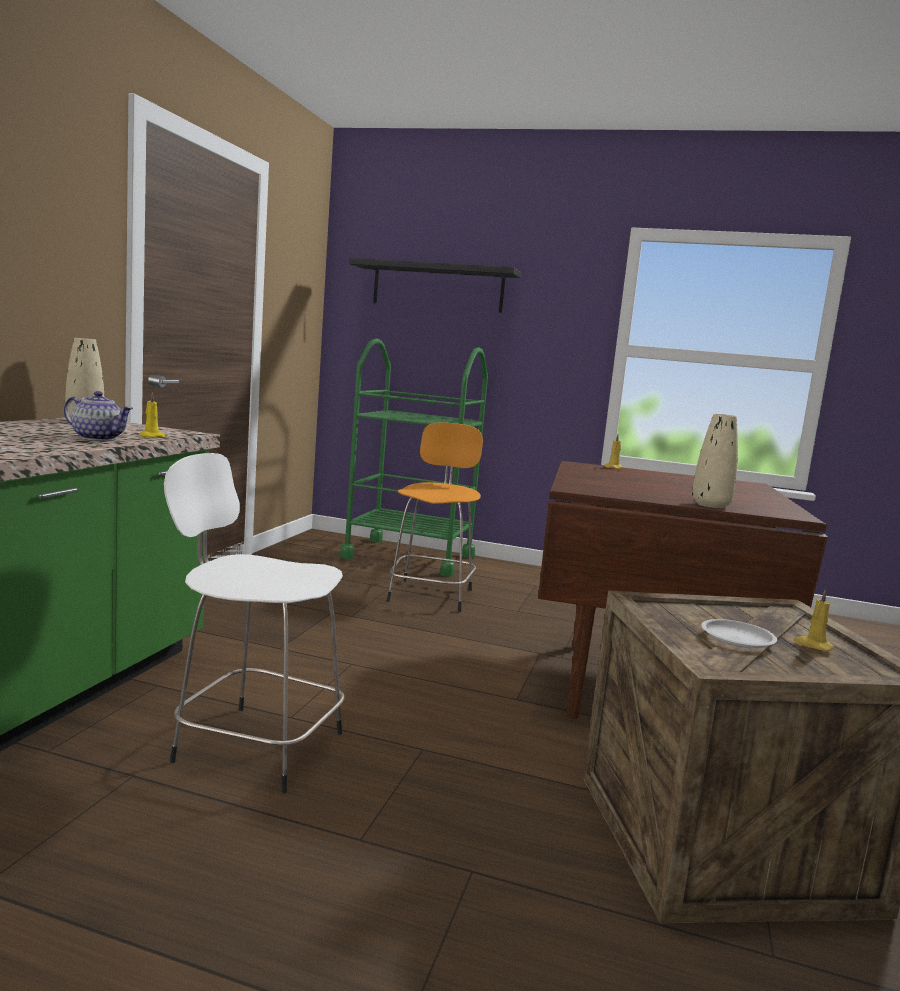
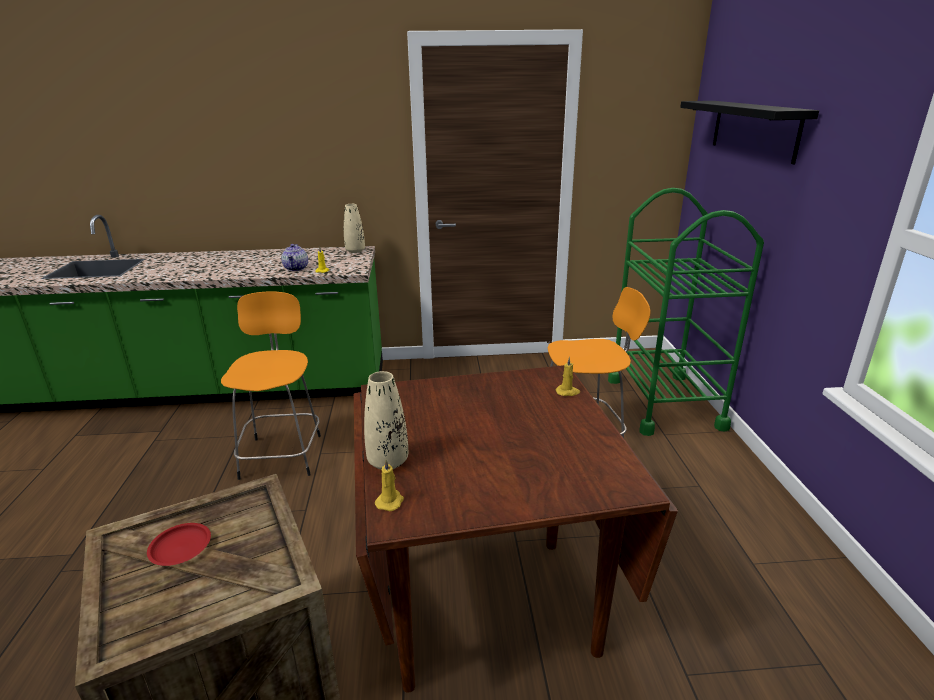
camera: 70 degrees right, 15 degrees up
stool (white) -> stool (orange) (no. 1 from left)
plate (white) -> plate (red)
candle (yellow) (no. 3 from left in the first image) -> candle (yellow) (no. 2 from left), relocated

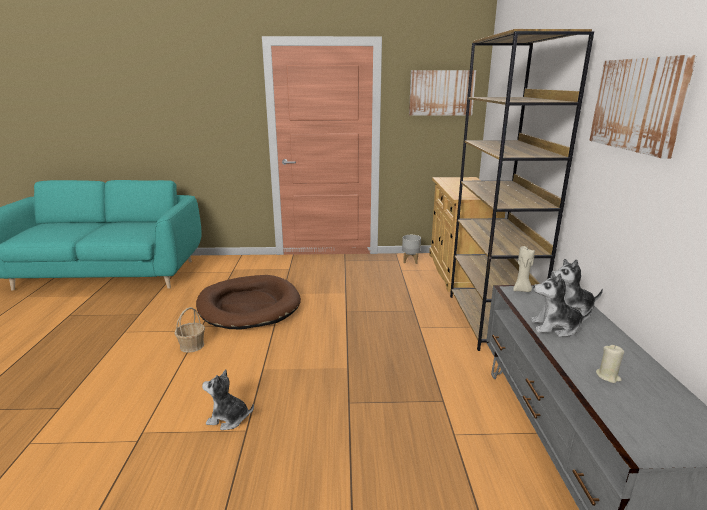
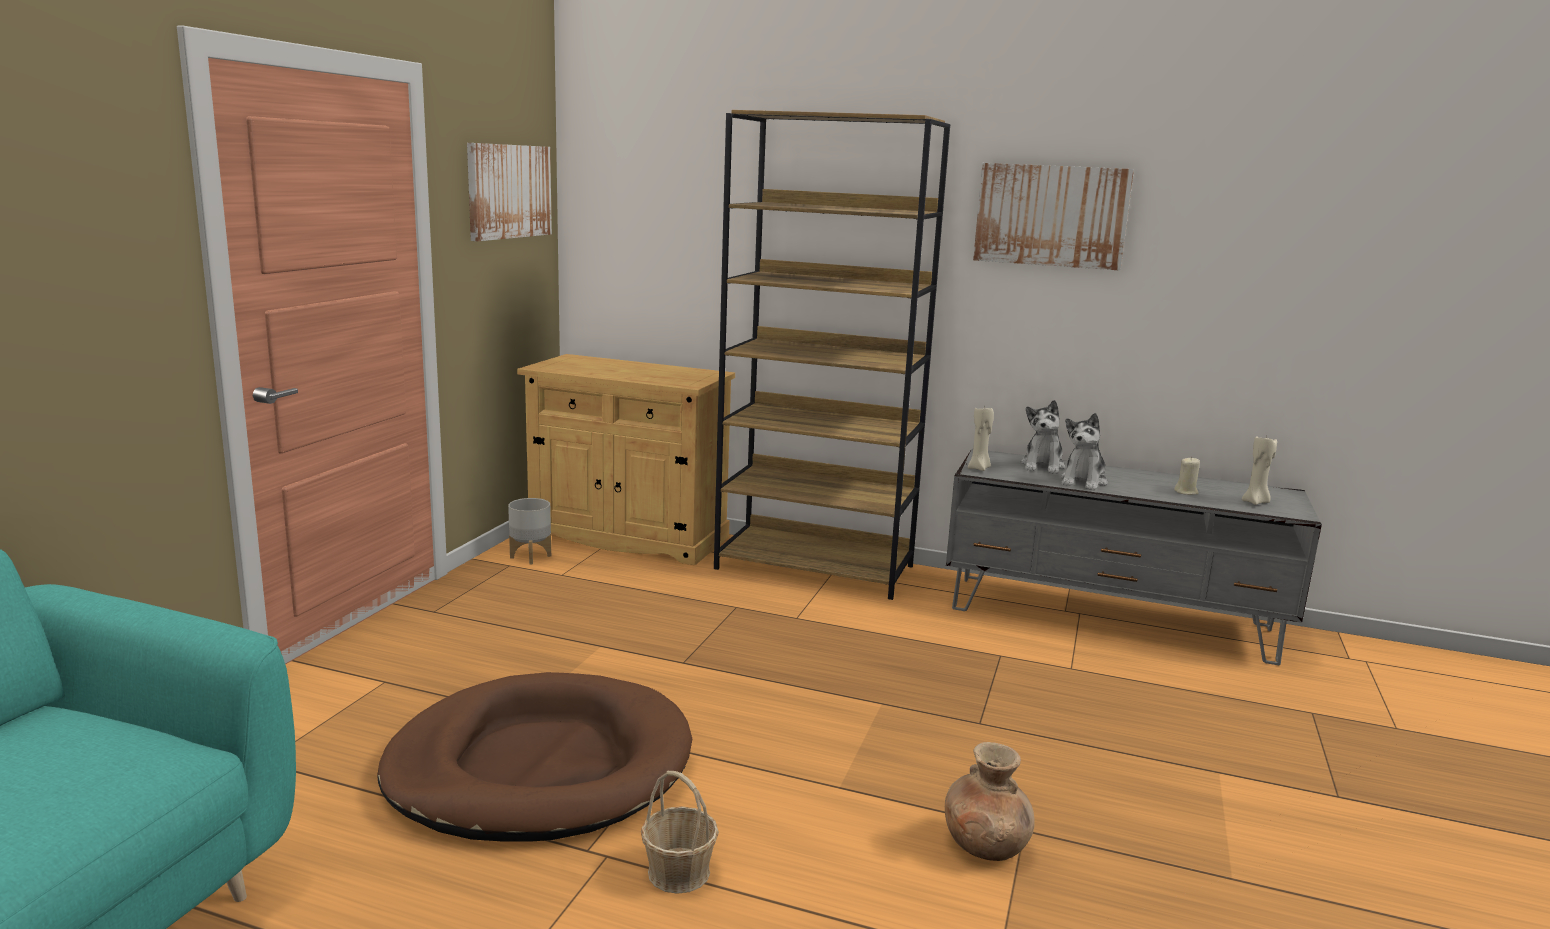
camera: 70 degrees left, 5 degrees down
plush toy (no. 1 from left) -> vase (brown)
none -> candle (beige) (no. 3 from left)

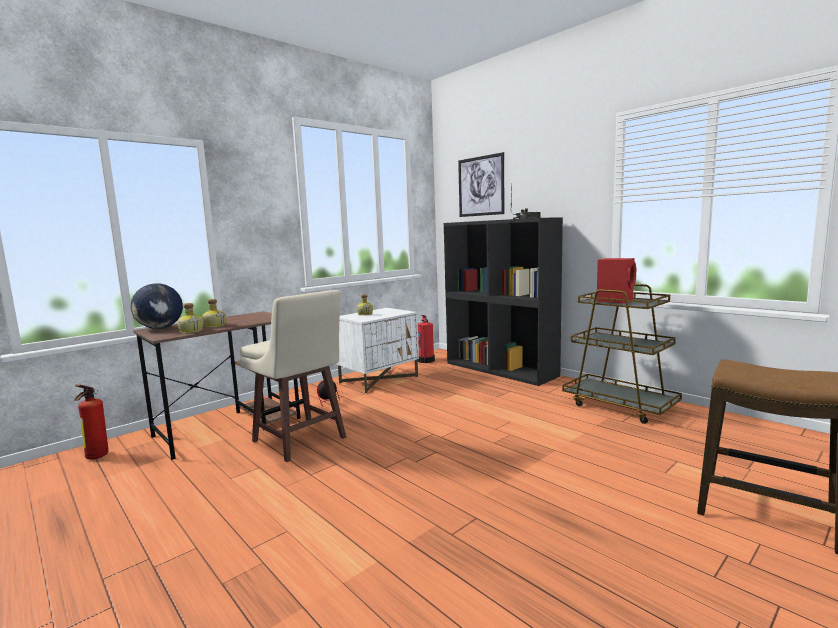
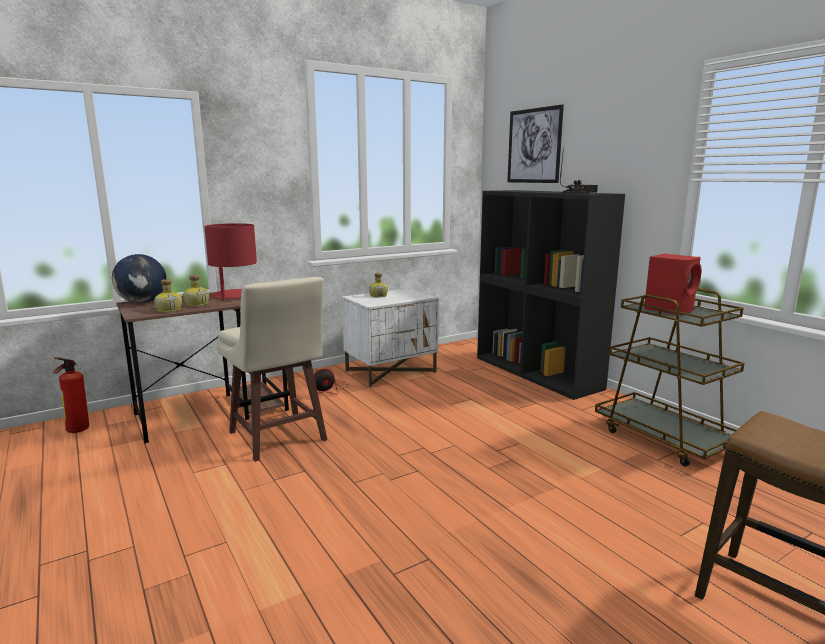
camera: 10 degrees right, 5 degrees up
fire extinguisher (no. 2 from left) -> none
none -> table lamp (red)

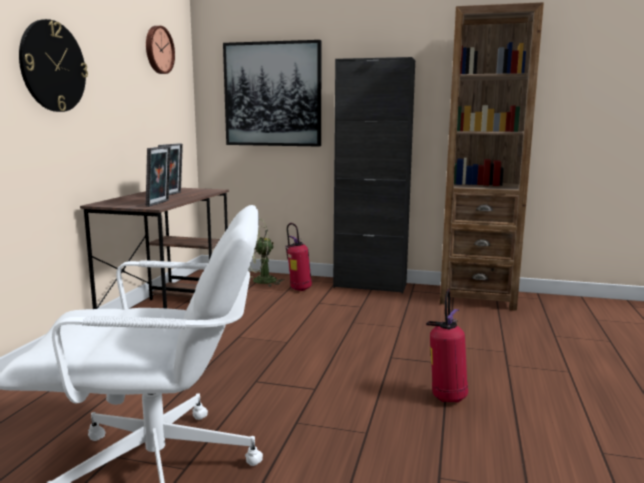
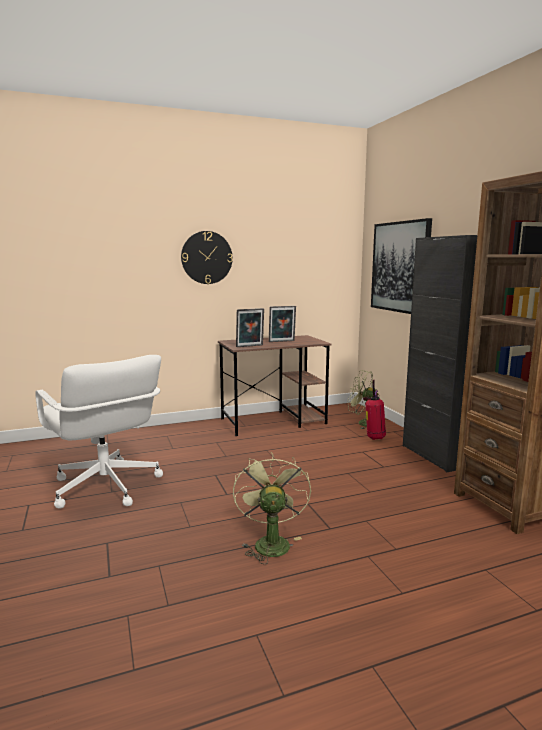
camera: 55 degrees right, 0 degrees up
wall clock (no. 2 from left) -> none
fire extinguisher (no. 2 from left) -> fan (green) (no. 1 from left)

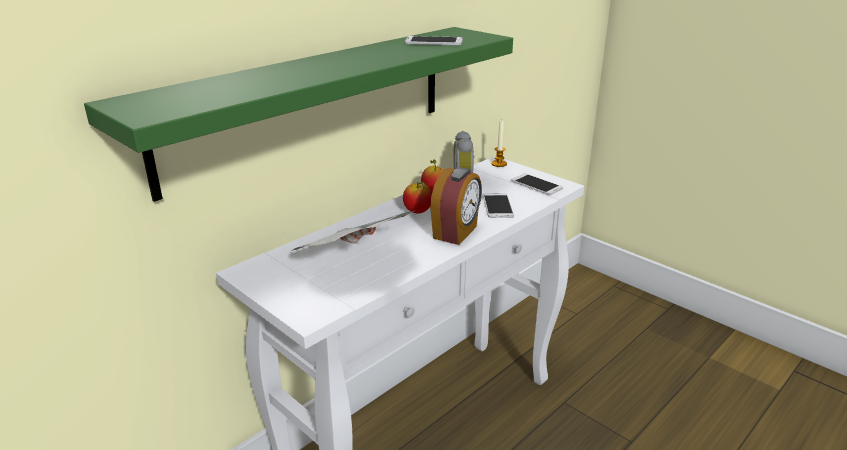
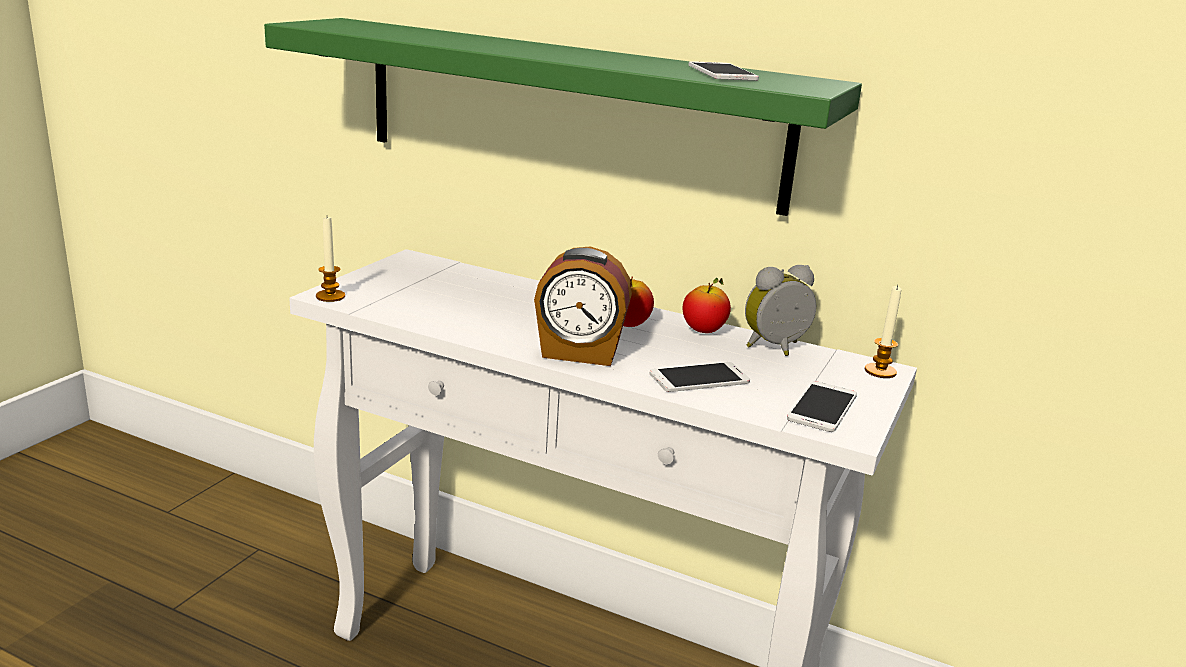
camera: 70 degrees right, 5 degrees down
newspaper -> none
none -> candle (no. 1 from left)

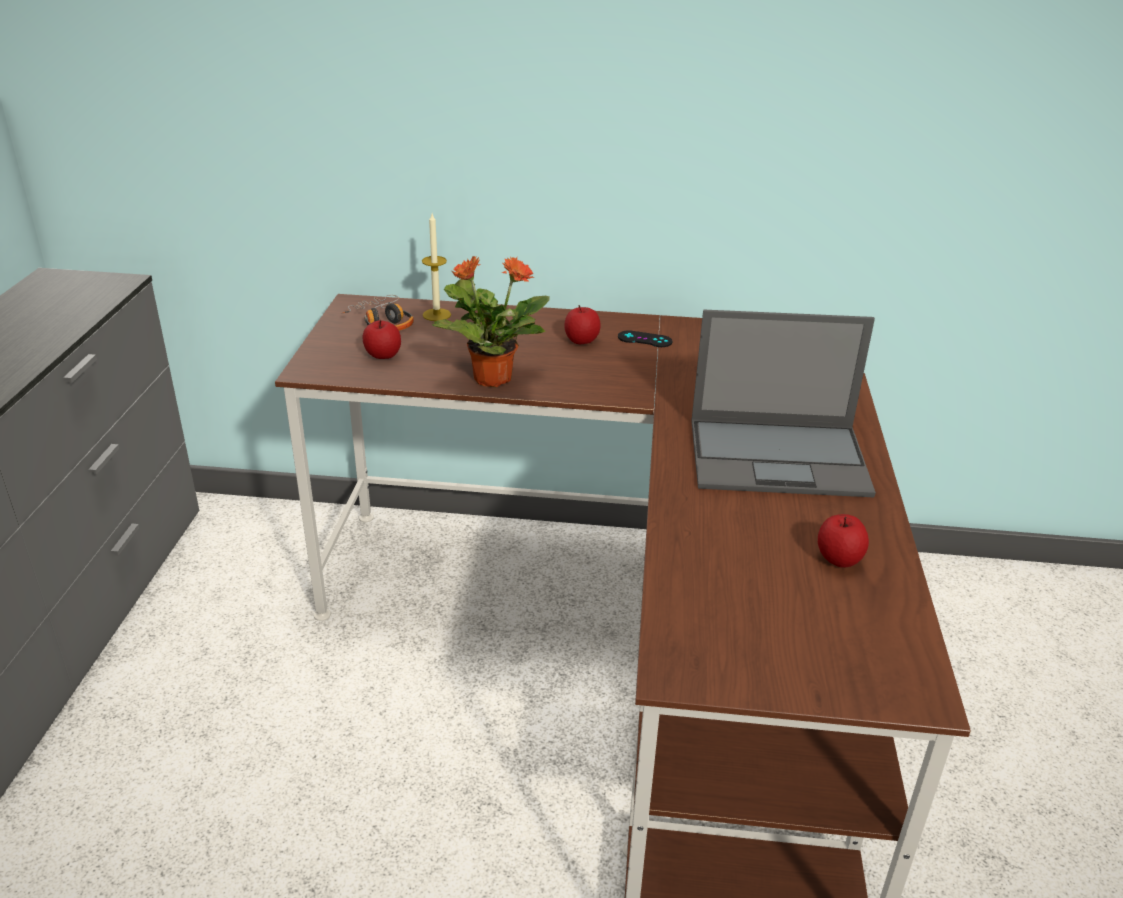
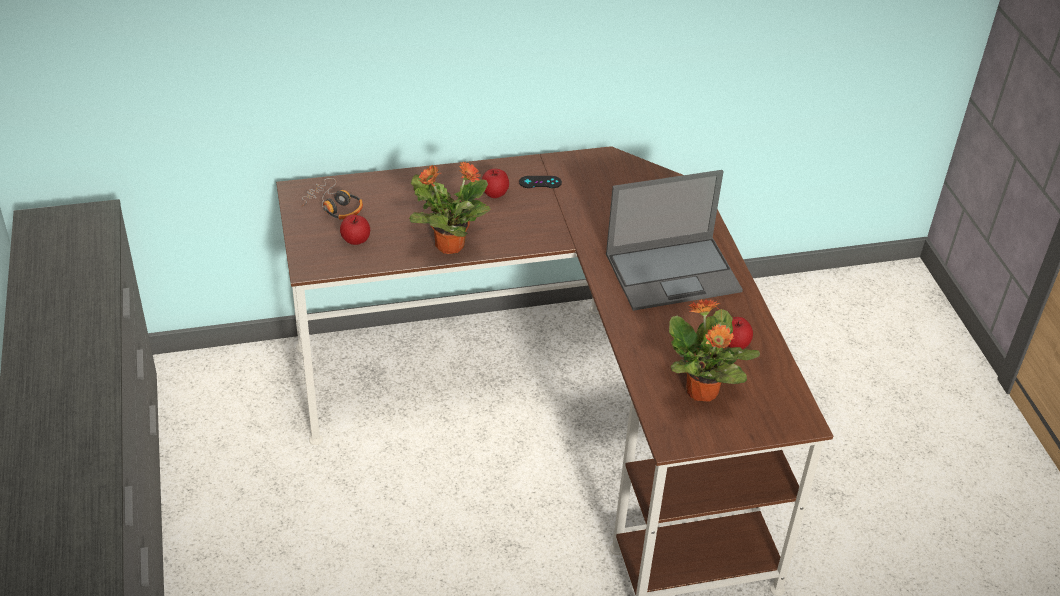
camera: 20 degrees left, 10 degrees up
candle -> none
none -> potted plant (no. 2 from left)

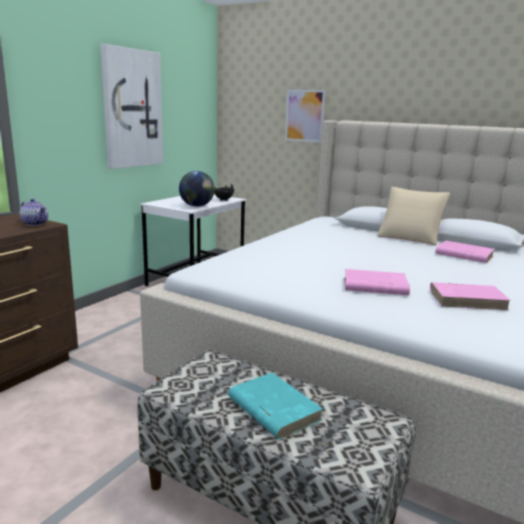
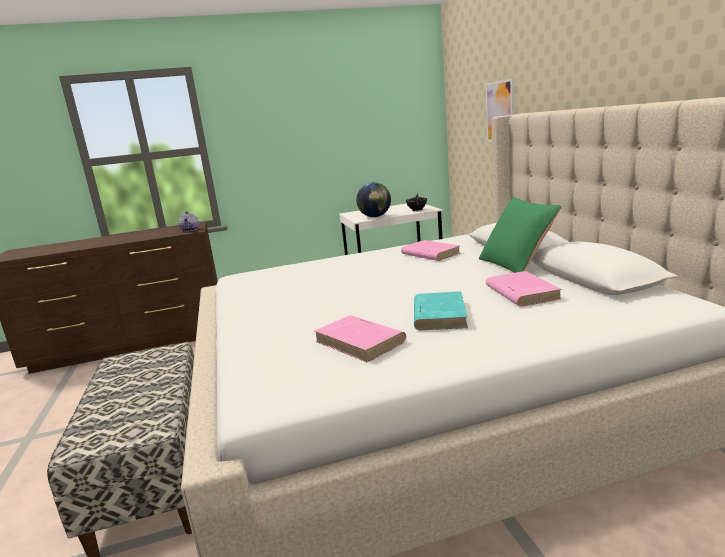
camera: 45 degrees right, 0 degrees up
picture (no. 1 from left) -> none
book (turquoise), relocated
book (pink) (no. 1 from left in the first image) -> book (pink) (no. 2 from left), relocated
pillow (beige) -> pillow (green)

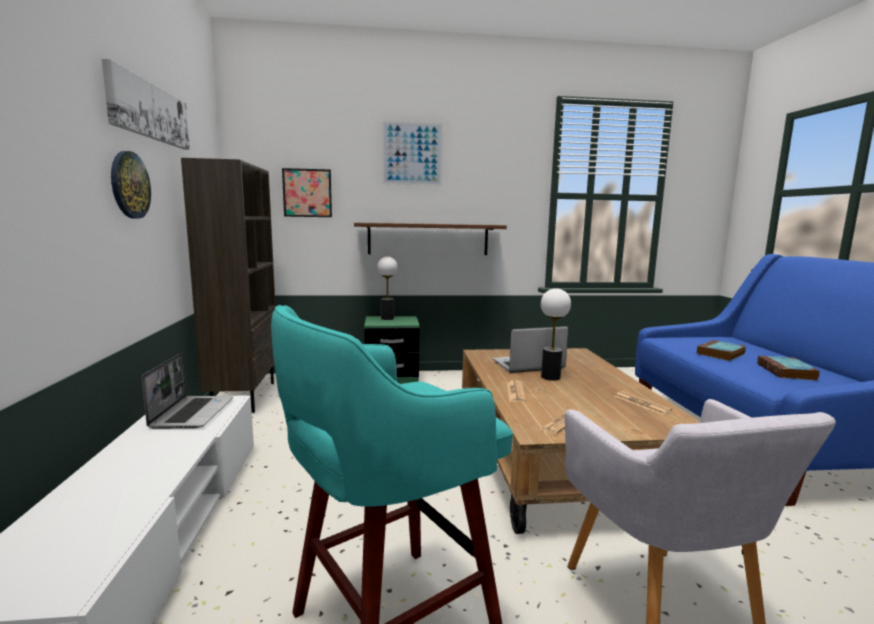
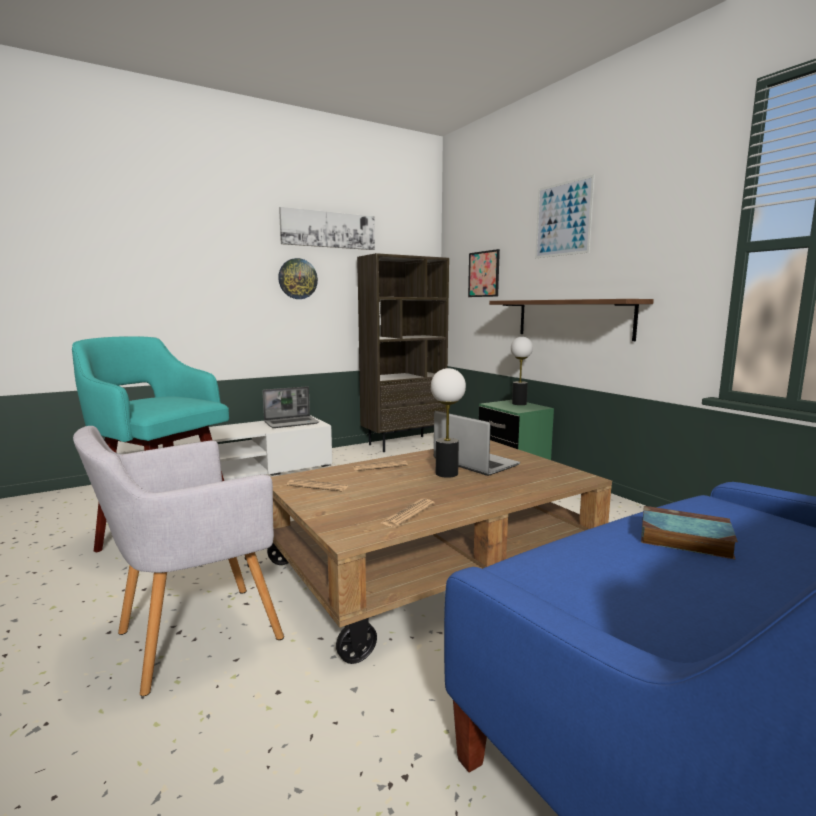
camera: 65 degrees right, 0 degrees up
book (no. 2 from left) -> none

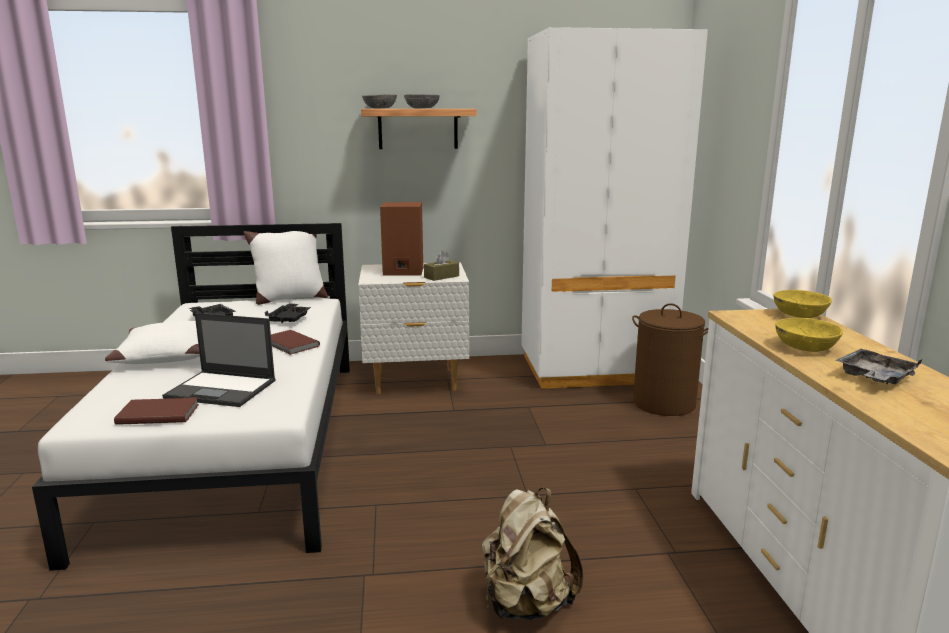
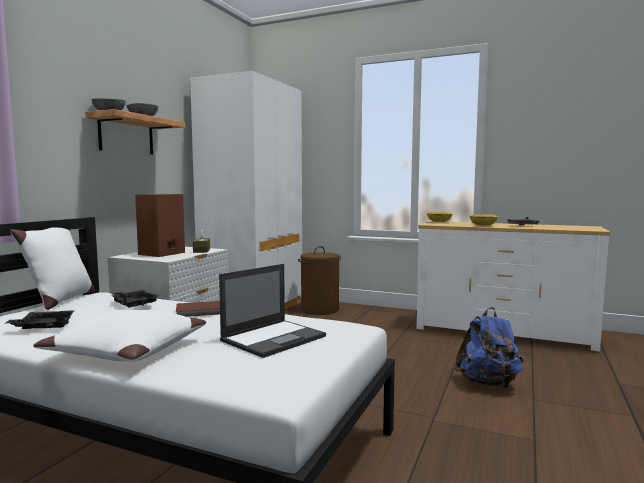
camera: 60 degrees left, 10 degrees down
book (brown) (no. 1 from left) -> none
backpack (beige) -> backpack (blue)

